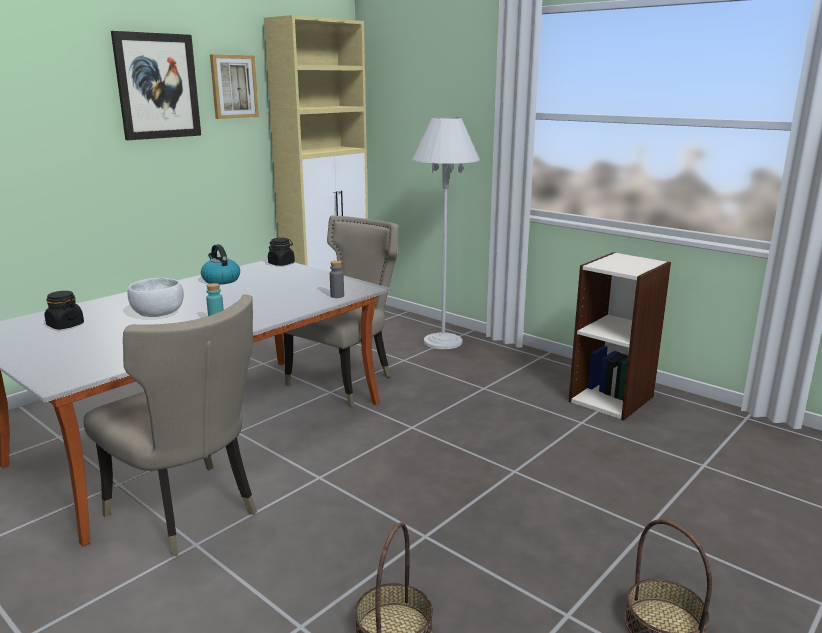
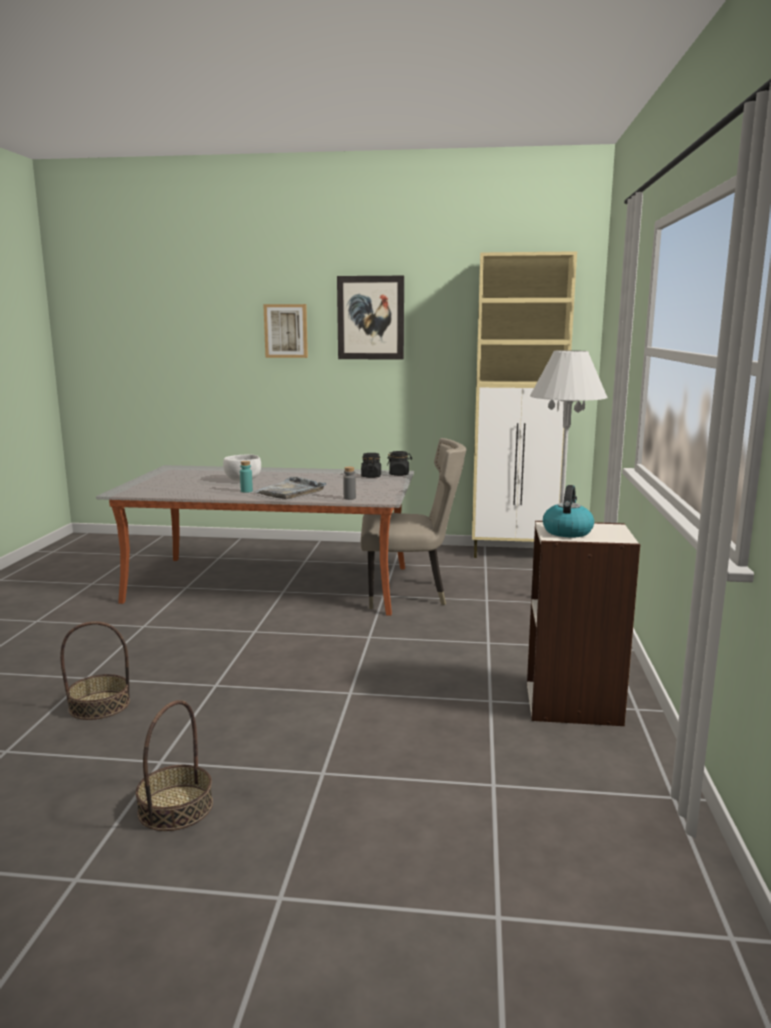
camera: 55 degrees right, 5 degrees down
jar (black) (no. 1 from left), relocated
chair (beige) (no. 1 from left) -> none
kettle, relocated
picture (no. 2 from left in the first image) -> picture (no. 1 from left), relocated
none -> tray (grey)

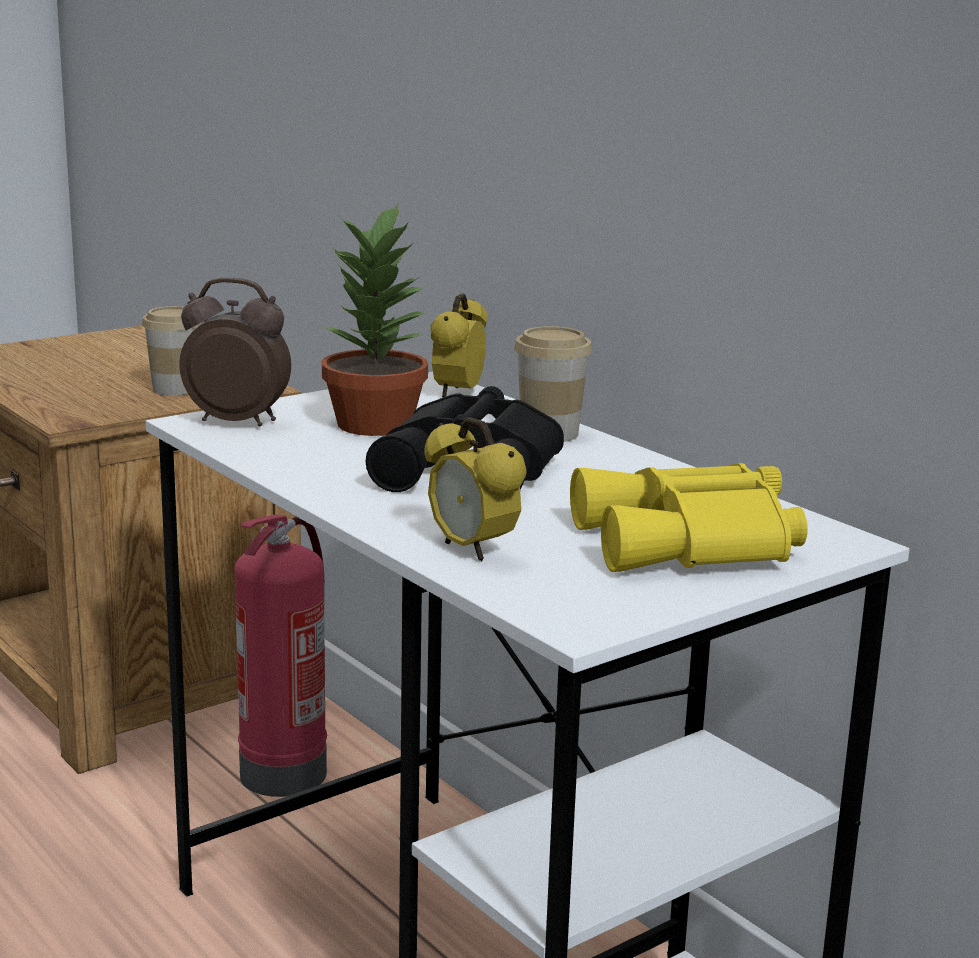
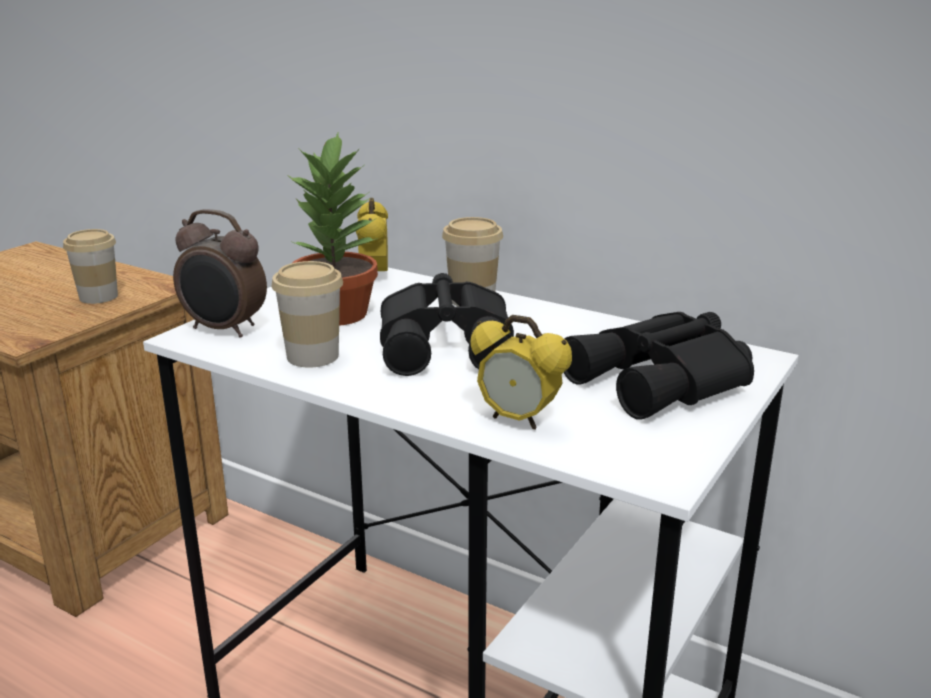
camera: 20 degrees left, 5 degrees up
alarm clock (no. 1 from left), 150 degrees counterclockwise
fire extinguisher -> none
binoculars (yellow) -> binoculars (black) (no. 2 from left)
none -> cup (no. 2 from left)

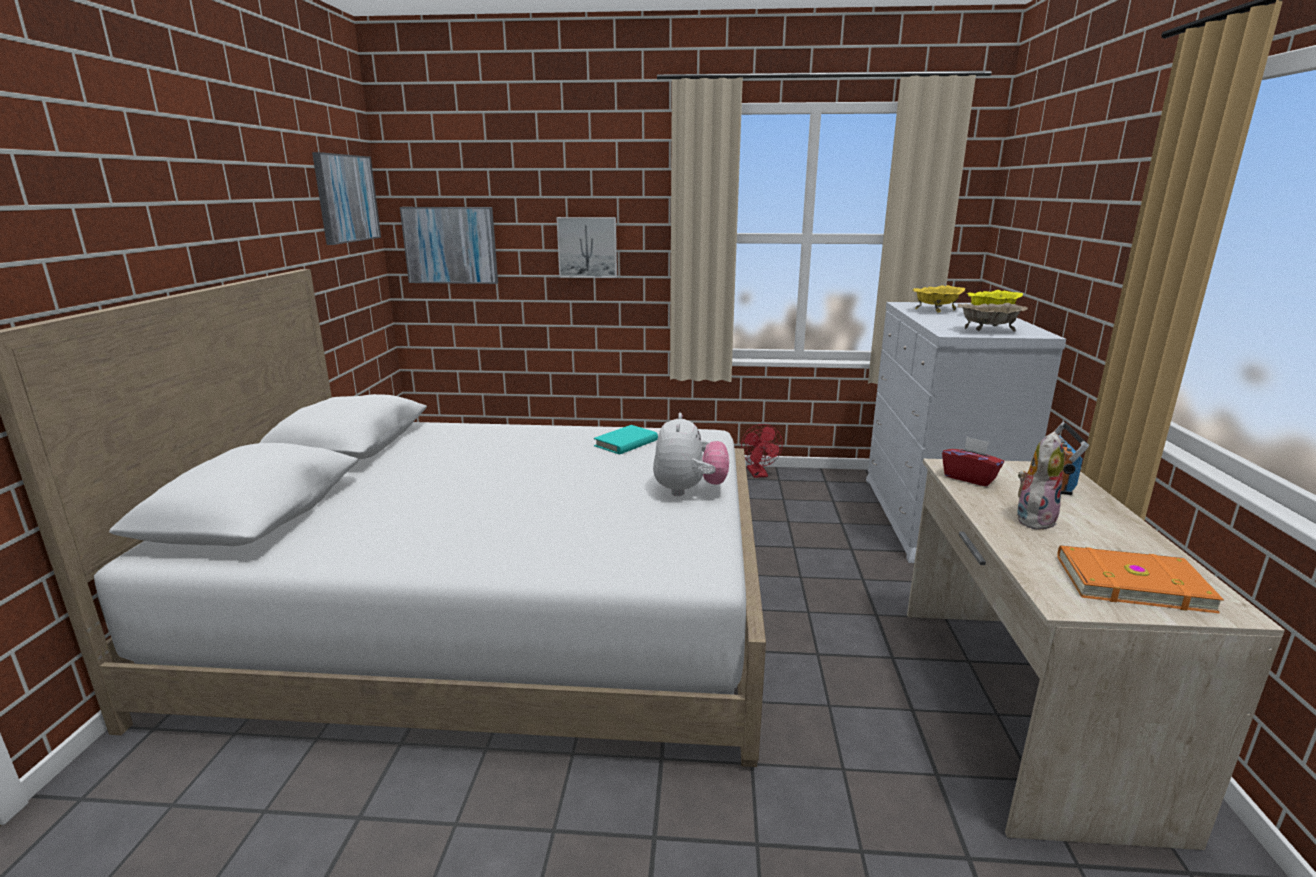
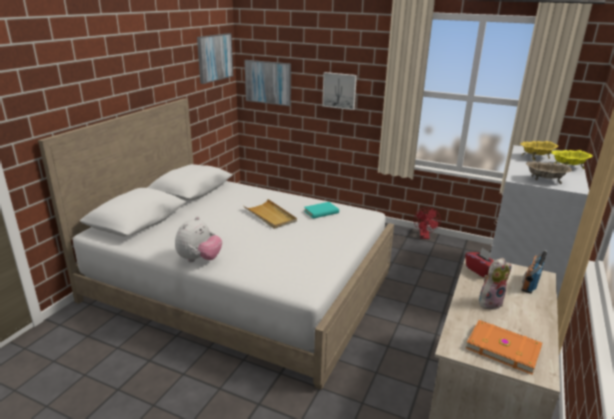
camera: 20 degrees right, 5 degrees up
plush toy (no. 1 from left), relocated
none -> tray (beige)

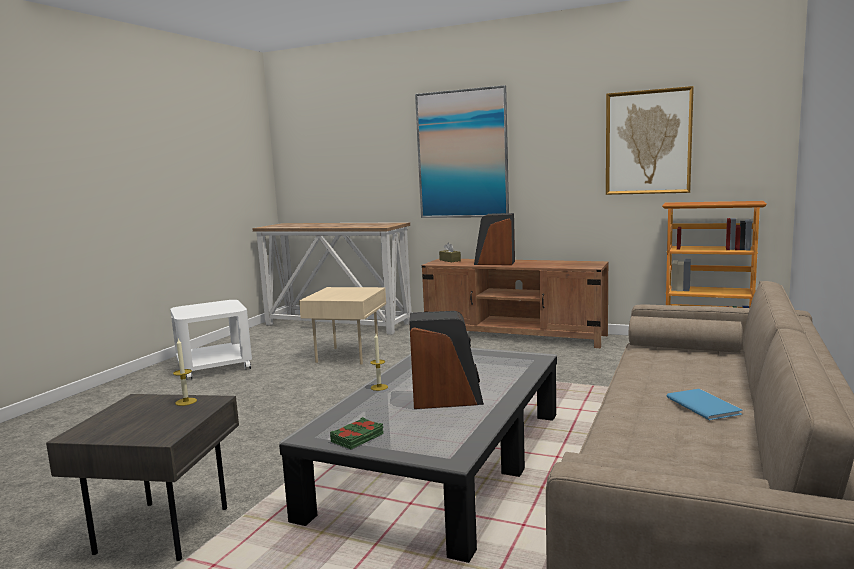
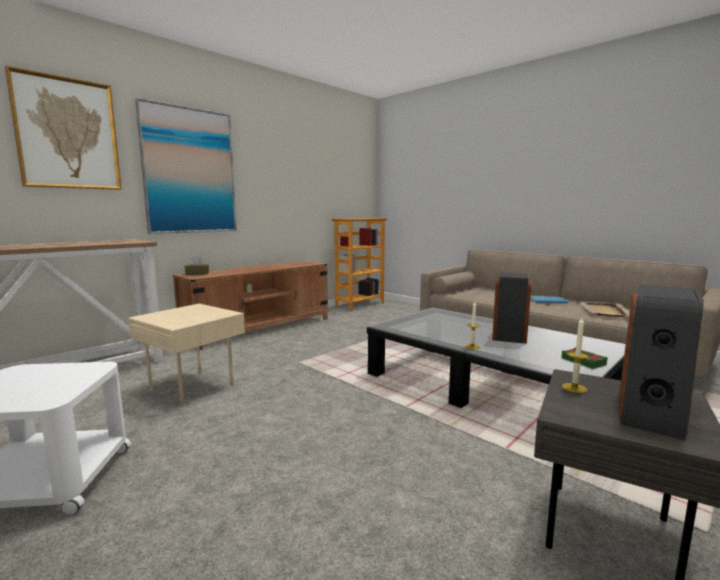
camera: 70 degrees left, 0 degrees up
speaker (no. 2 from left), relocated
picture (no. 2 from left in the first image) -> picture (no. 1 from left), relocated
none -> tray (beige)

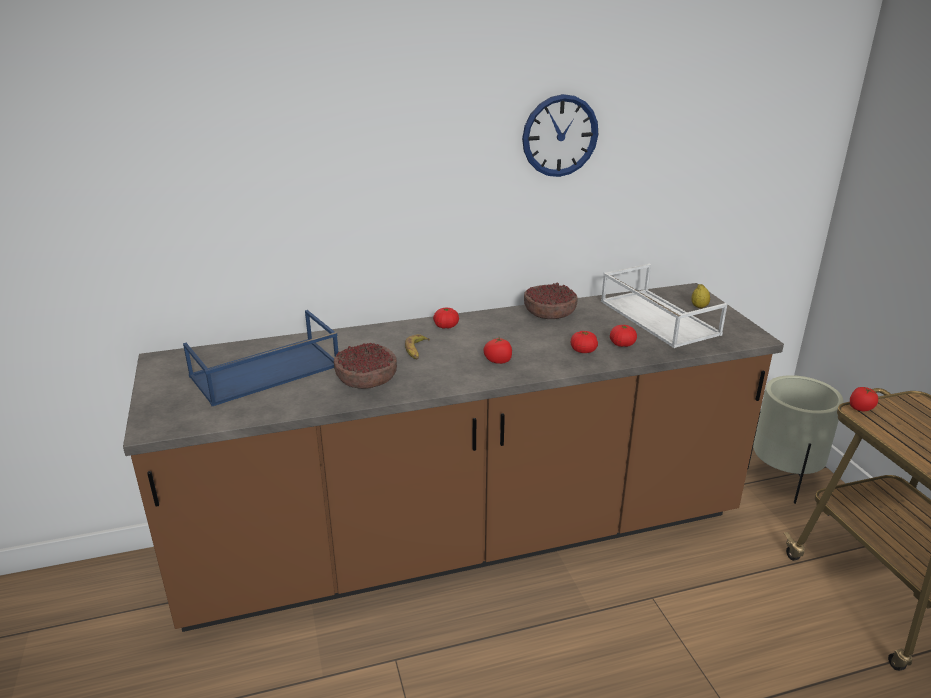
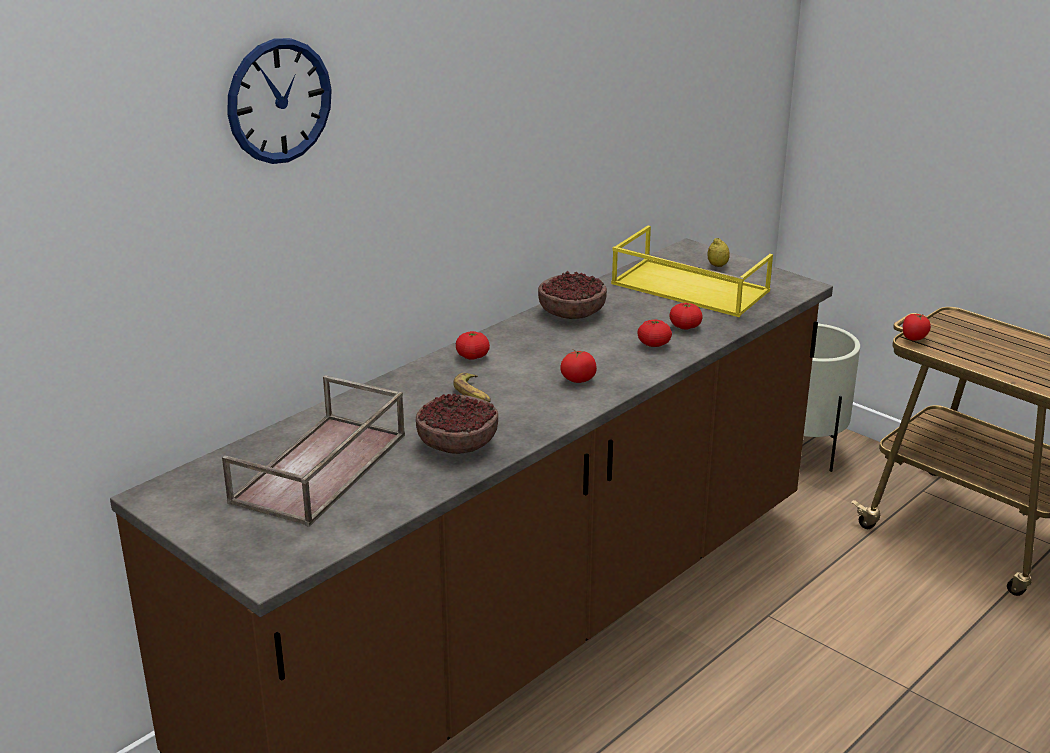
camera: 30 degrees left, 0 degrees up
tray (blue) -> tray (brown)
wall clock, relocated
tray (white) -> tray (yellow)

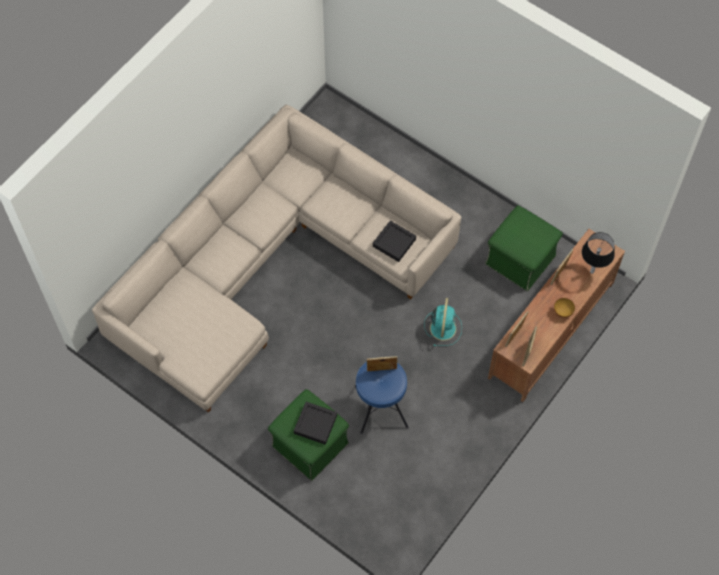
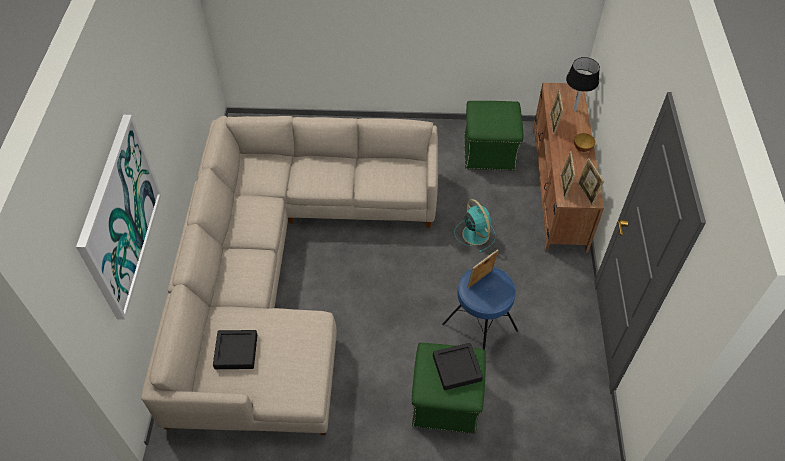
camera: 35 degrees left, 10 degrees down
tray (black) (no. 2 from left in the first image) -> tray (black) (no. 1 from left), relocated
none -> picture

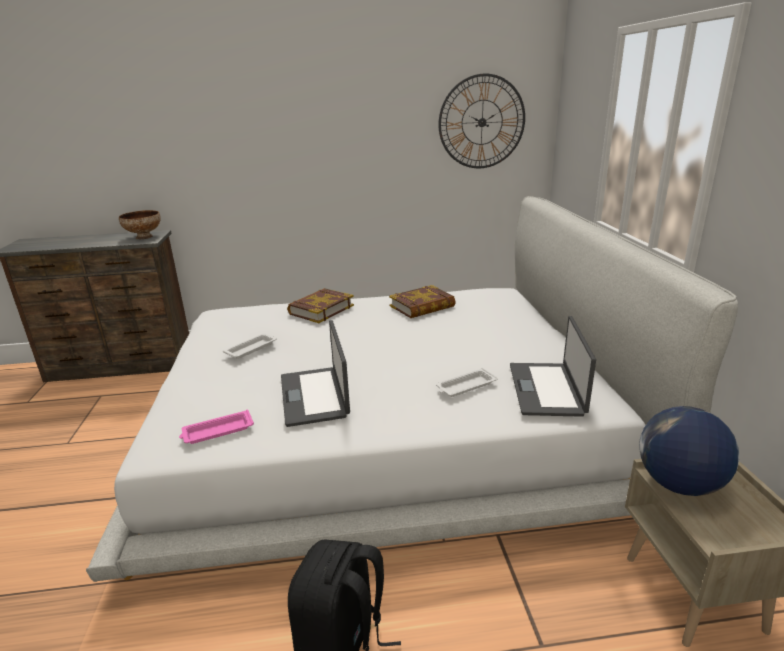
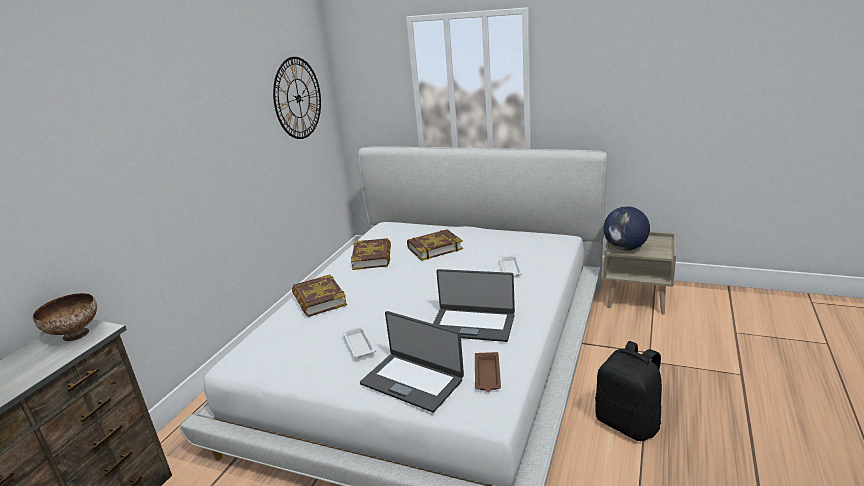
camera: 60 degrees left, 0 degrees up
tray (pink) -> tray (brown)
laptop (no. 2 from left in the first image) -> laptop (no. 1 from left), relocated
none -> book (no. 3 from left)

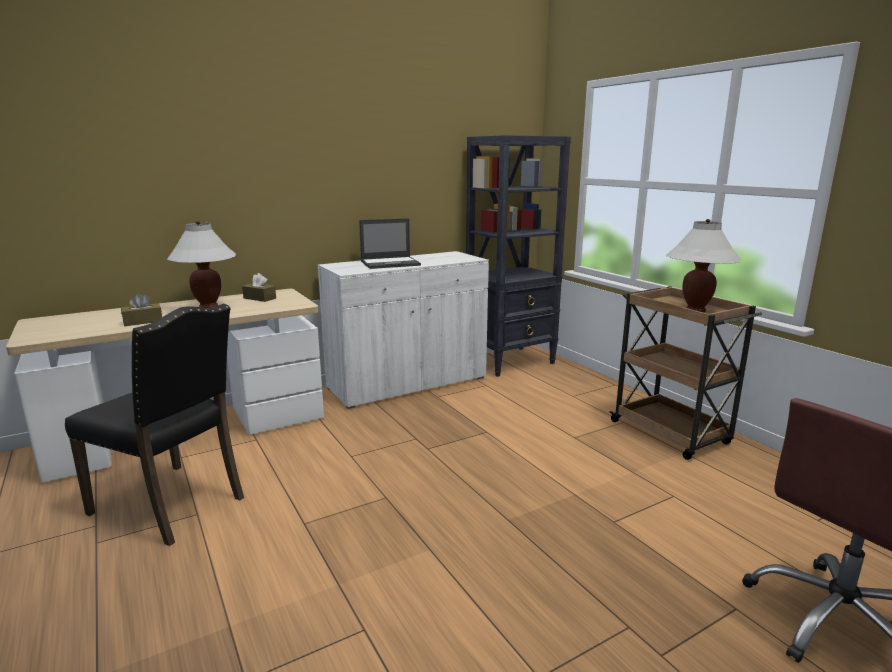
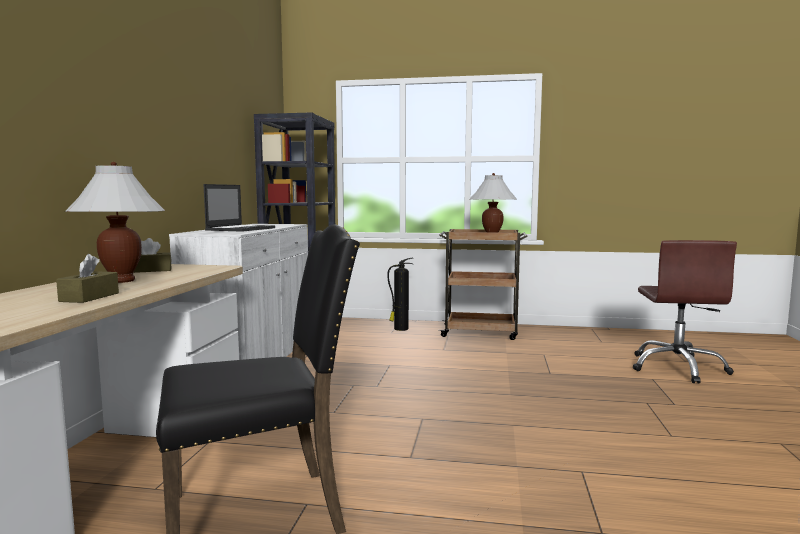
camera: 50 degrees left, 10 degrees down
none -> fire extinguisher

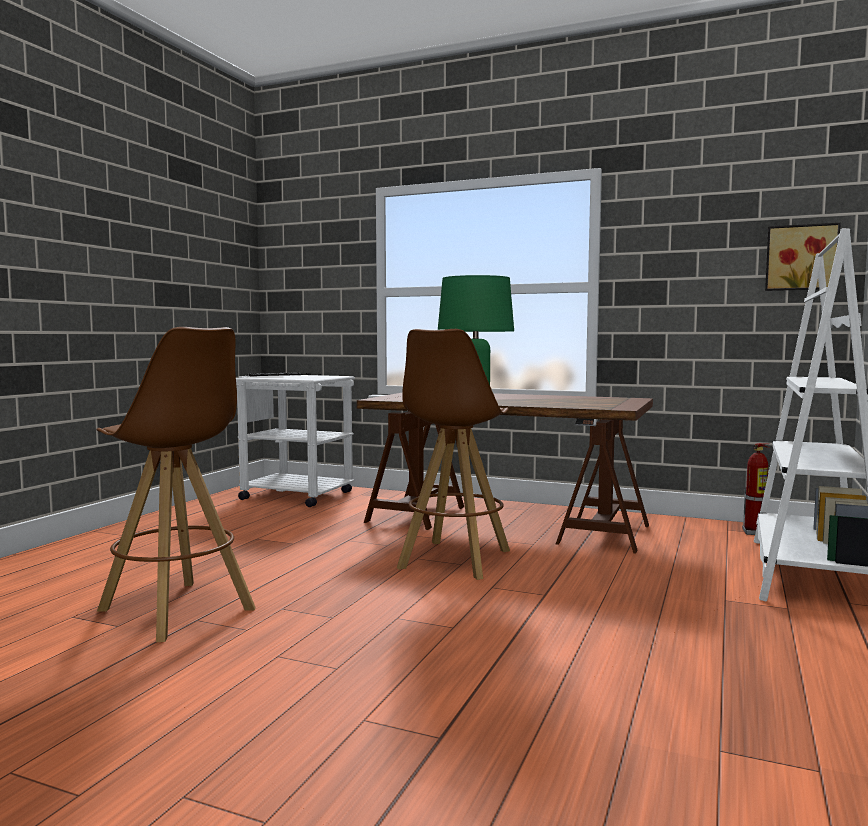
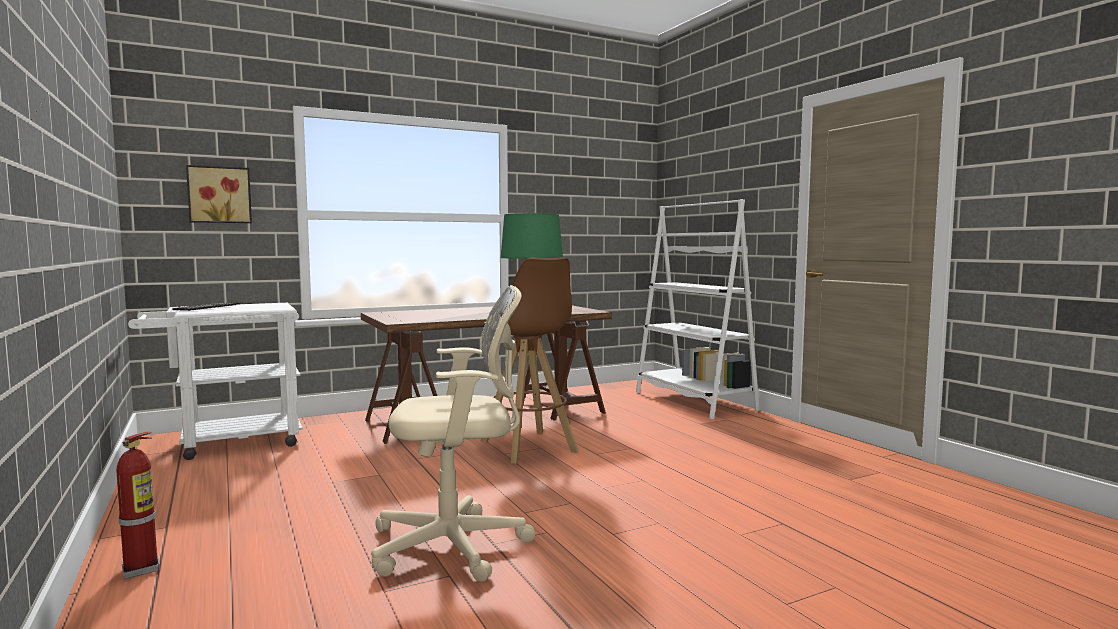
camera: 50 degrees left, 0 degrees up
stool (brown) (no. 1 from left) -> office chair (beige)
fire extinguisher, relocated
picture, relocated

